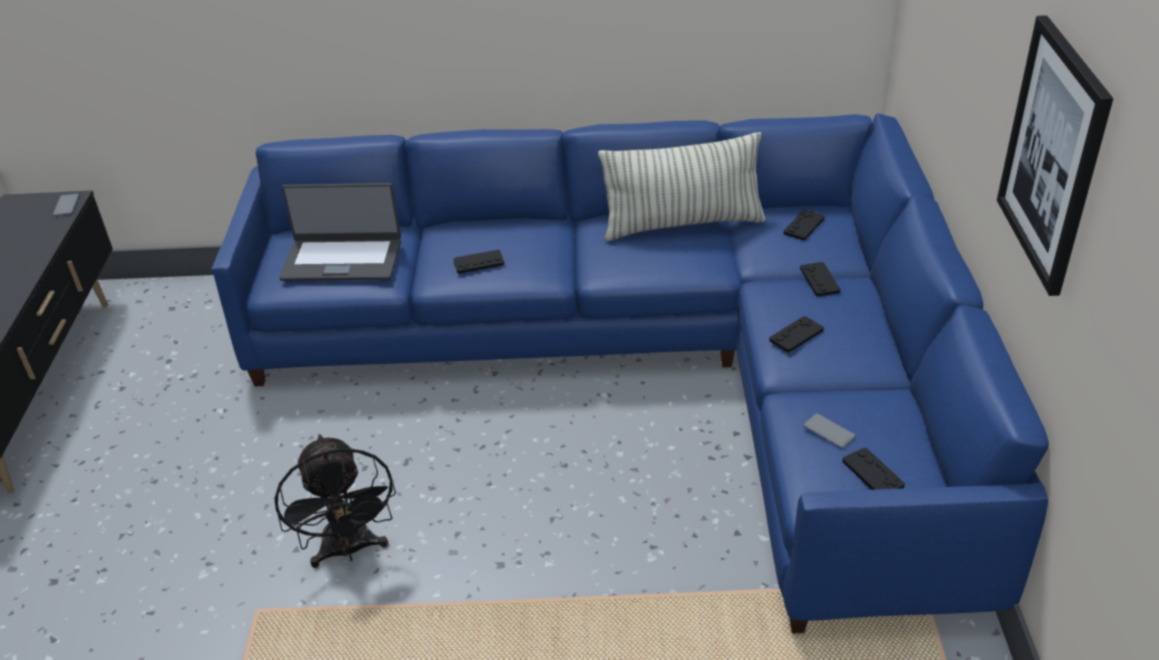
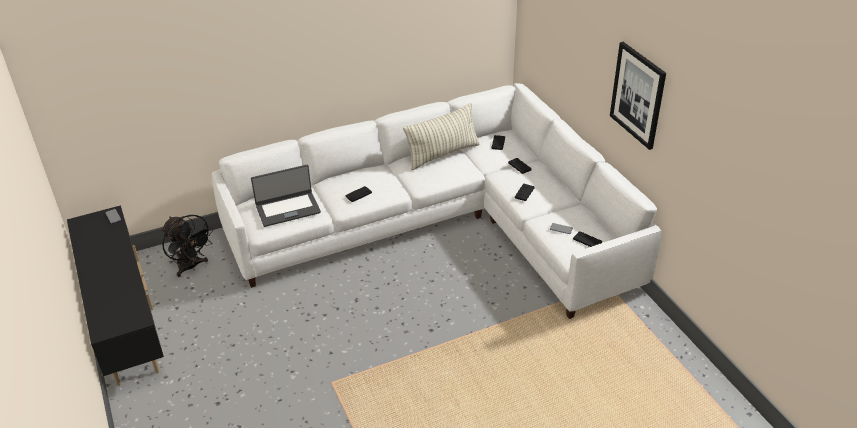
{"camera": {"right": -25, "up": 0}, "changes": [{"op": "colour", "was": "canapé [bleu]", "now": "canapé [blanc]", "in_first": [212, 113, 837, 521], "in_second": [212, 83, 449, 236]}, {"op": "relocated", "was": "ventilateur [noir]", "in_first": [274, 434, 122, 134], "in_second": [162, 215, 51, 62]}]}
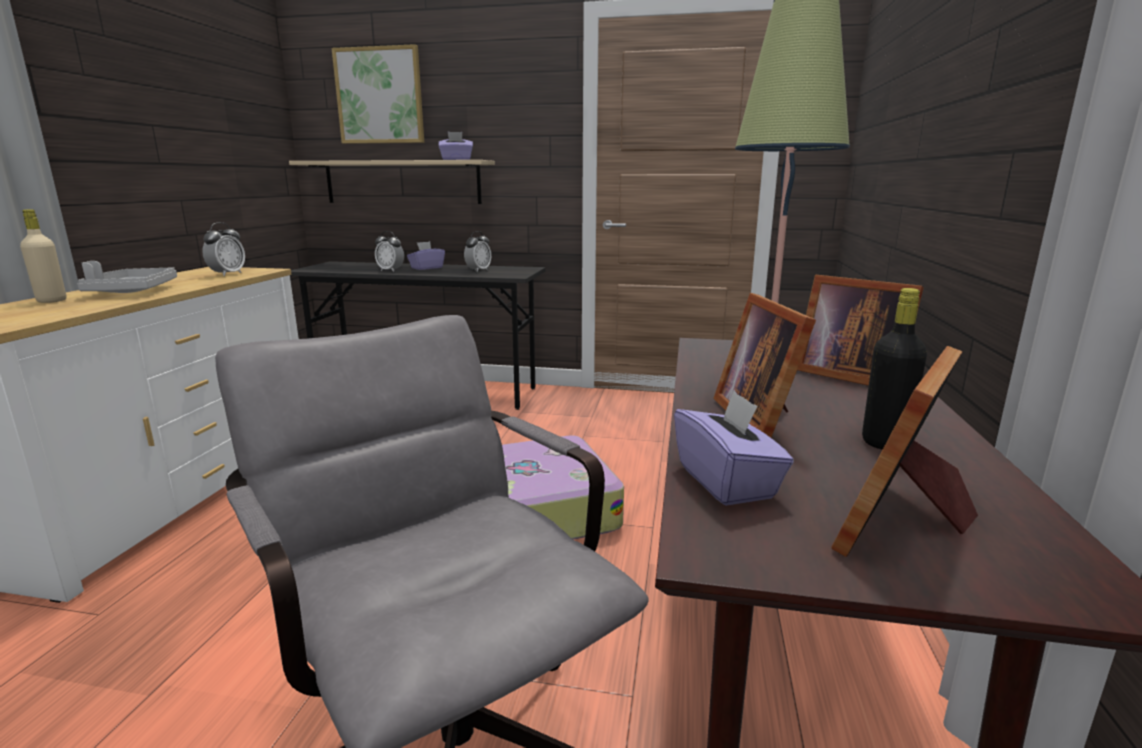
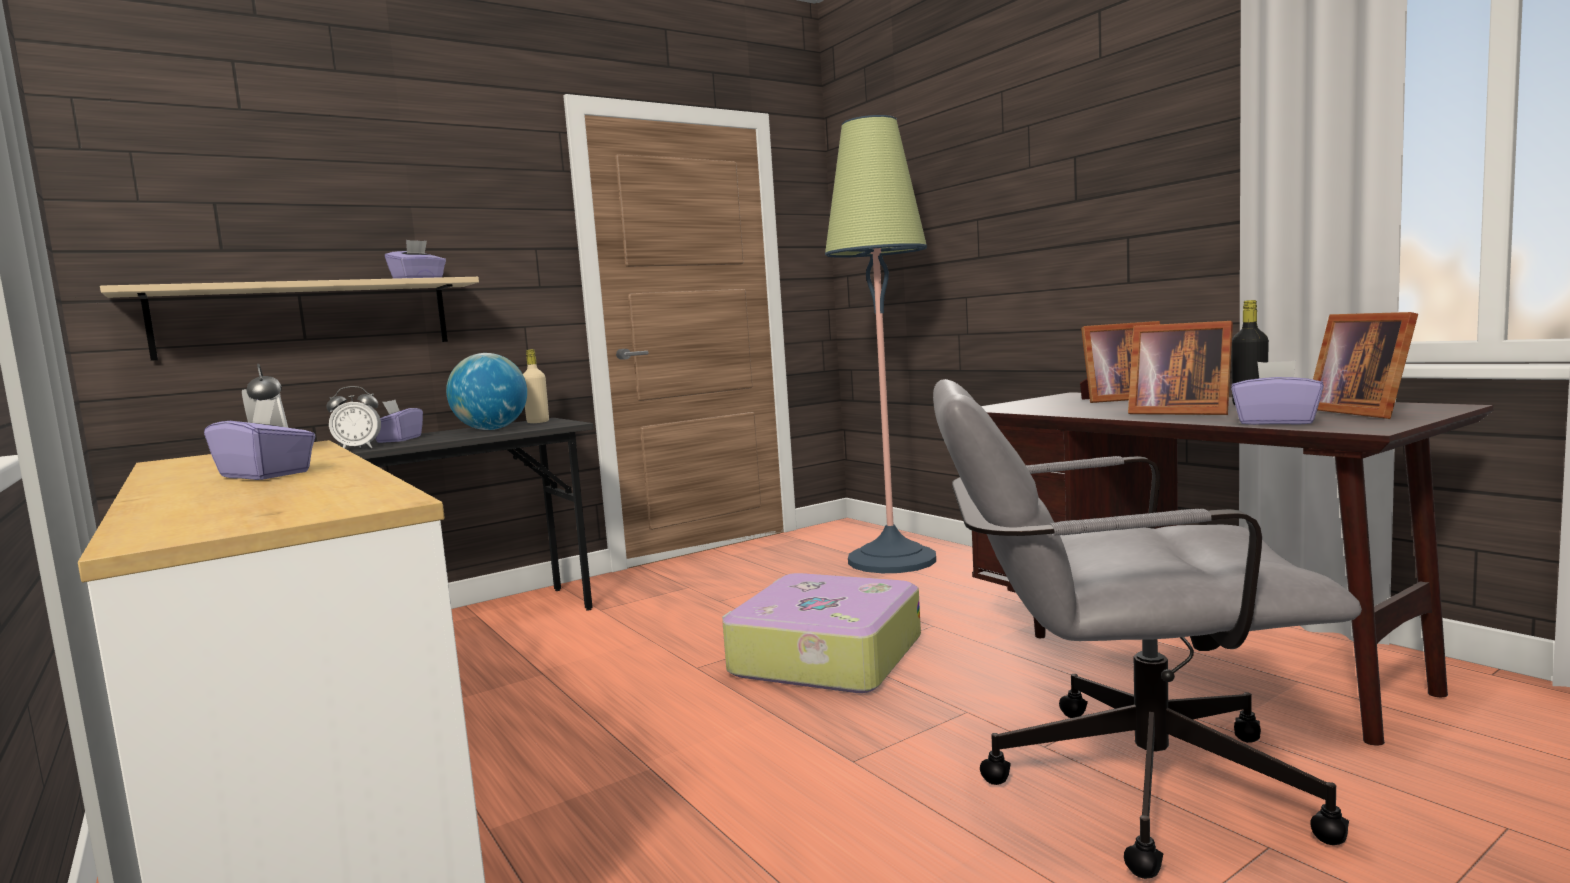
{"camera": {"right": -45, "up": -10}, "changes": [{"op": "missing", "was": "tableau", "in_first": [332, 44, 92, 100]}, {"op": "relocated", "was": "bouteille [beige]", "in_first": [20, 209, 46, 94], "in_second": [523, 349, 26, 74]}, {"op": "exchanged", "was": "réveil", "now": "globe", "in_first": [464, 231, 27, 41], "in_second": [446, 353, 81, 77]}, {"op": "exchanged", "was": "plateau [gris]", "now": "boîte à mouchoirs [violet]", "in_first": [77, 261, 100, 32], "in_second": [204, 399, 111, 81]}]}
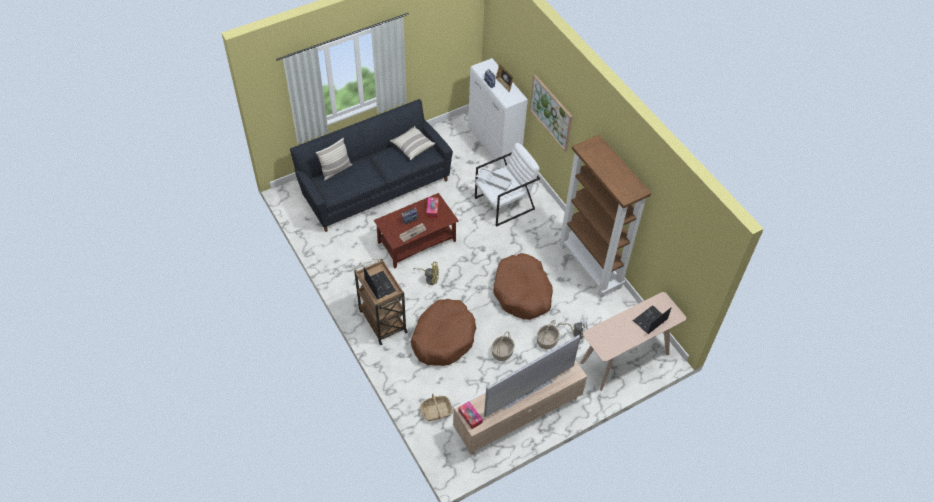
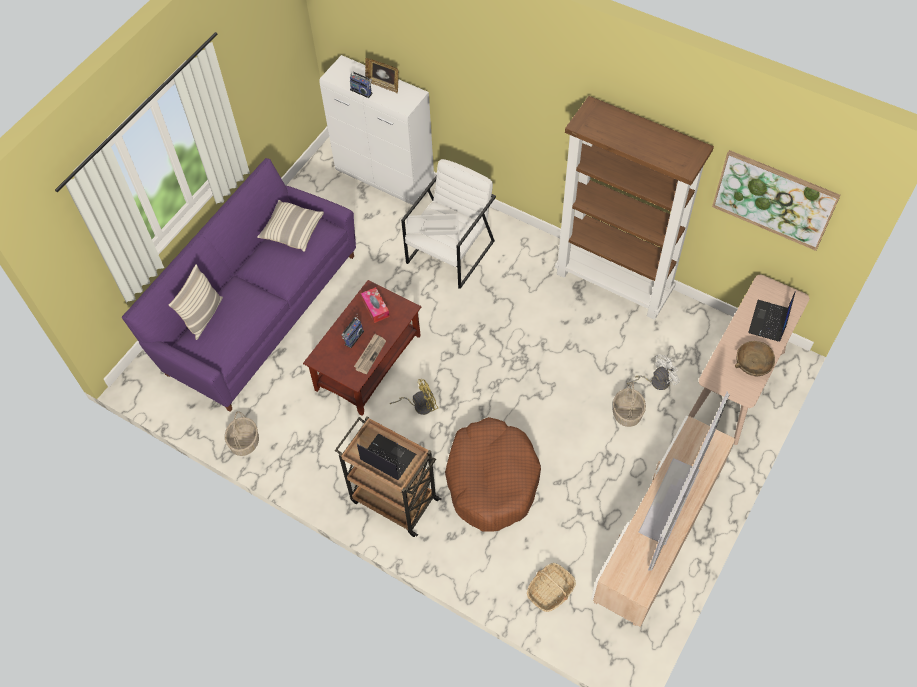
{"camera": {"right": -25, "up": 5}, "changes": [{"op": "relocated", "was": "tableau", "in_first": [529, 74, 44, 78], "in_second": [712, 150, 129, 101]}, {"op": "colour", "was": "canapé [noir]", "now": "canapé [violet]", "in_first": [290, 99, 163, 133], "in_second": [122, 158, 234, 254]}, {"op": "missing", "was": "panier pour chien [marron]", "in_first": [493, 253, 60, 67]}, {"op": "relocated", "was": "panier", "in_first": [492, 331, 23, 30], "in_second": [225, 411, 34, 45]}, {"op": "missing", "was": "boîte à mouchoirs", "in_first": [459, 401, 24, 28]}, {"op": "appeared", "now": "bol [marron]", "in_second": [735, 341, 40, 35]}]}
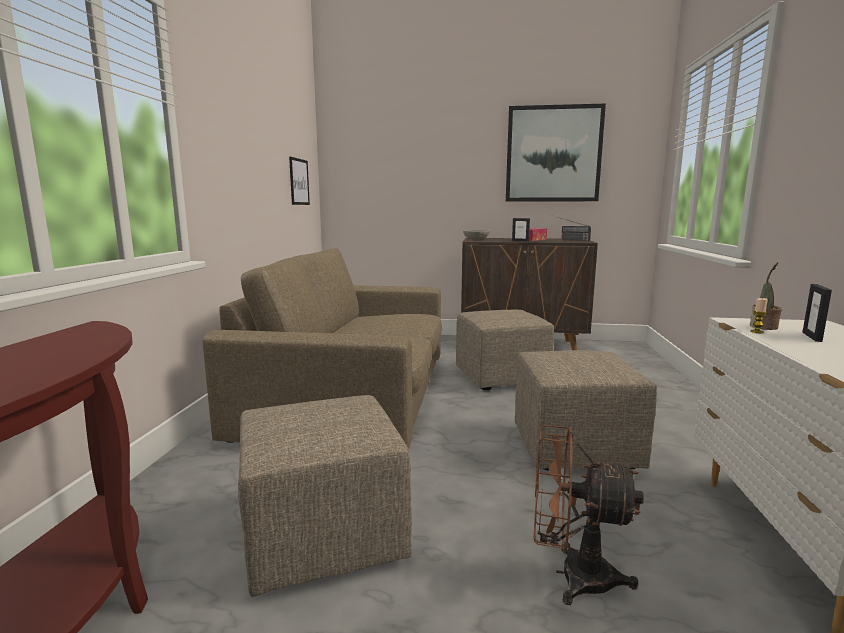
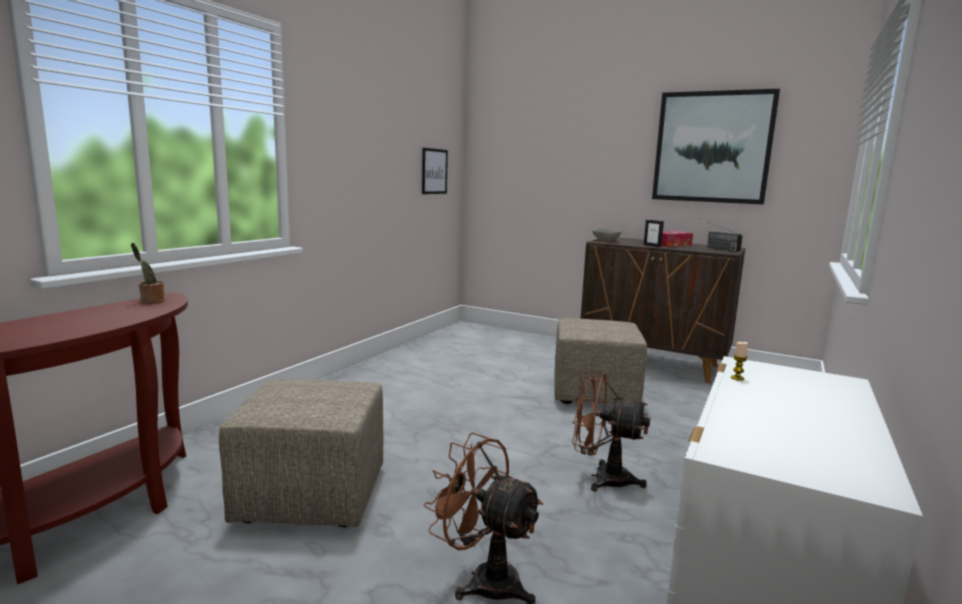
{"camera": {"right": 20, "up": 0}, "changes": [{"op": "missing", "was": "canapé [marron]", "in_first": [202, 248, 240, 201]}, {"op": "relocated", "was": "plante en pot", "in_first": [750, 262, 32, 68], "in_second": [131, 243, 34, 61]}, {"op": "missing", "was": "cadre photo", "in_first": [802, 284, 30, 58]}, {"op": "exchanged", "was": "pouf [beige]", "now": "ventilateur [marron]", "in_first": [515, 350, 142, 121], "in_second": [572, 371, 78, 121]}]}
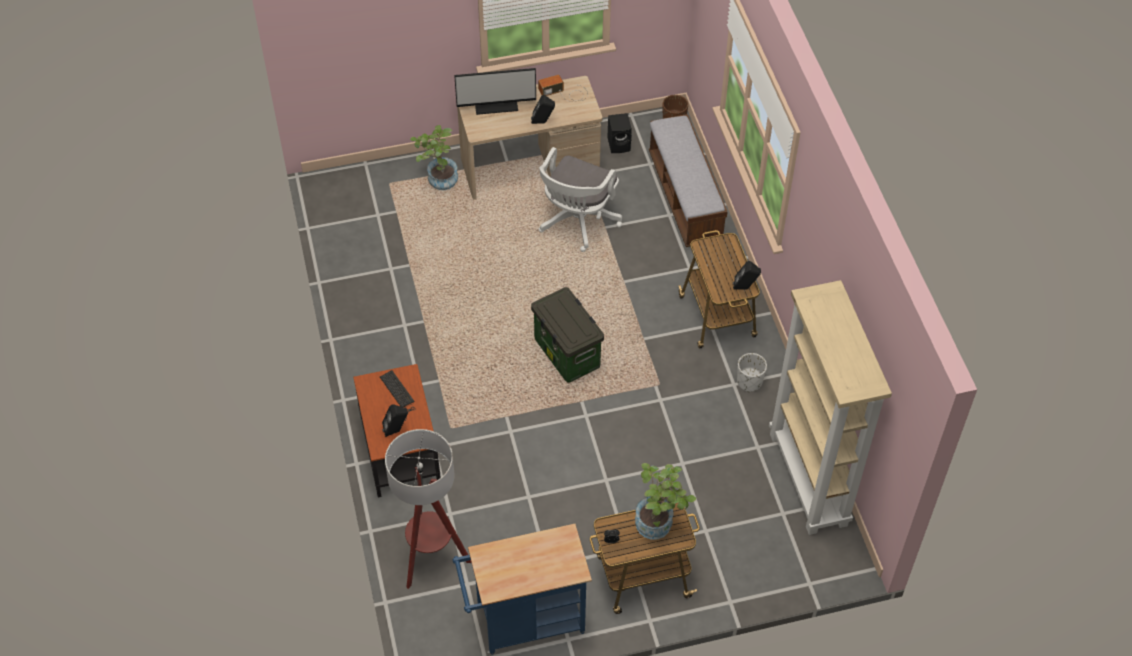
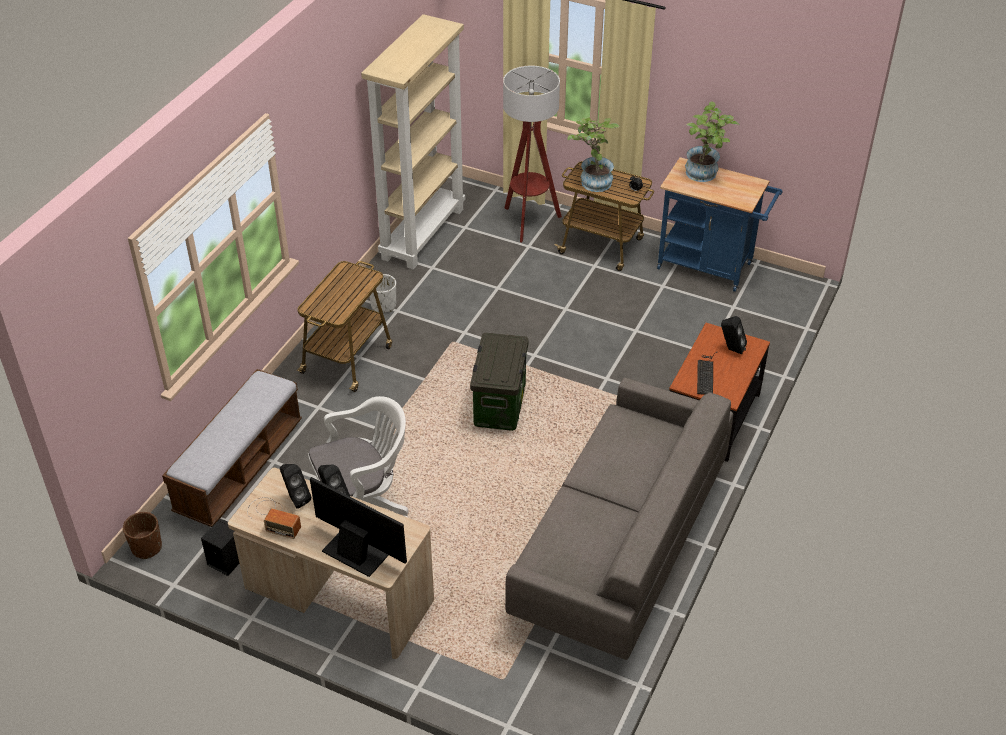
{"camera": {"right": -140, "up": -10}, "changes": [{"op": "relocated", "was": "plante en pot", "in_first": [410, 125, 48, 65], "in_second": [685, 101, 54, 81]}, {"op": "relocated", "was": "enceinte [noir]", "in_first": [733, 261, 28, 28], "in_second": [280, 464, 31, 45]}, {"op": "relocated", "was": "lampadaire", "in_first": [385, 429, 87, 160], "in_second": [503, 66, 59, 176]}, {"op": "appeared", "now": "canapé [gris]", "in_second": [505, 377, 228, 283]}]}
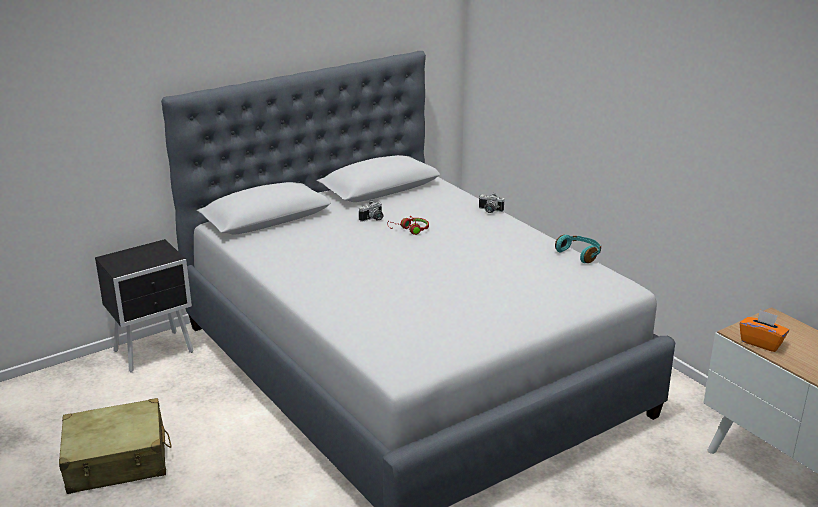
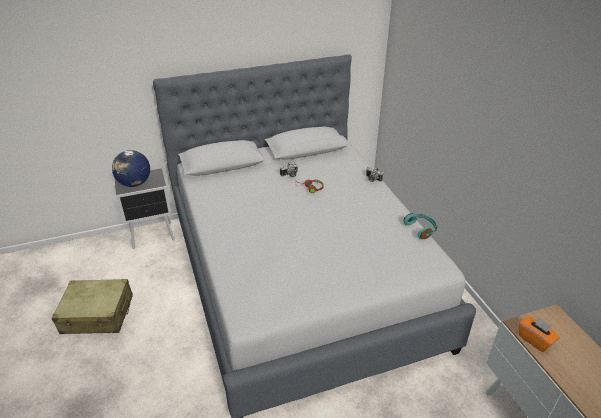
{"camera": {"right": 15, "up": 10}, "changes": [{"op": "appeared", "now": "globe", "in_second": [112, 150, 38, 37]}]}
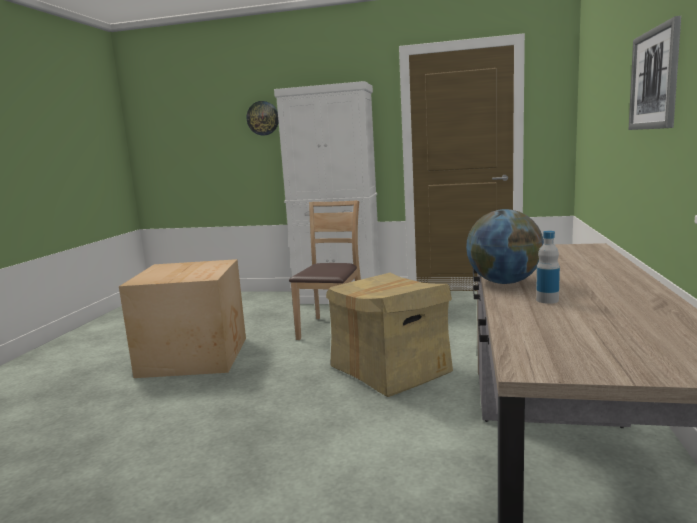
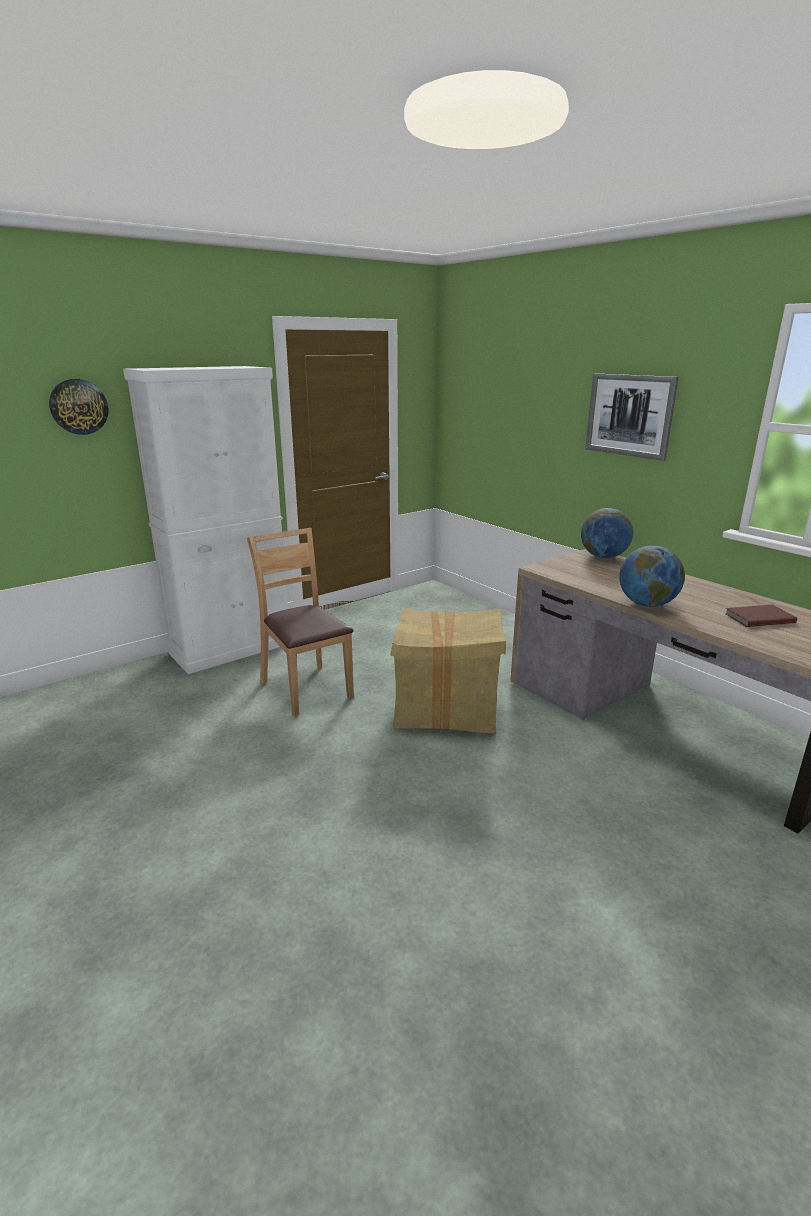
{"camera": {"right": -50, "up": 10}, "changes": [{"op": "missing", "was": "bouteille", "in_first": [536, 231, 24, 73]}, {"op": "missing", "was": "carton", "in_first": [119, 259, 127, 119]}, {"op": "appeared", "now": "globe", "in_second": [581, 508, 52, 50]}, {"op": "appeared", "now": "livre [marron]", "in_second": [726, 604, 71, 23]}]}
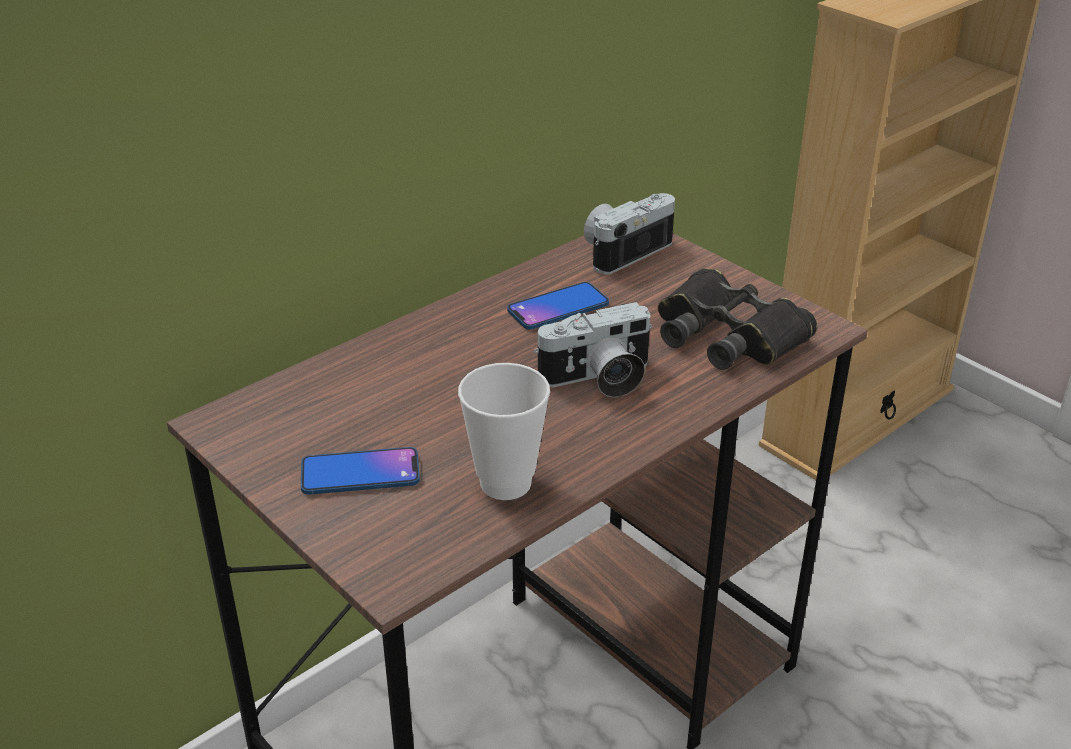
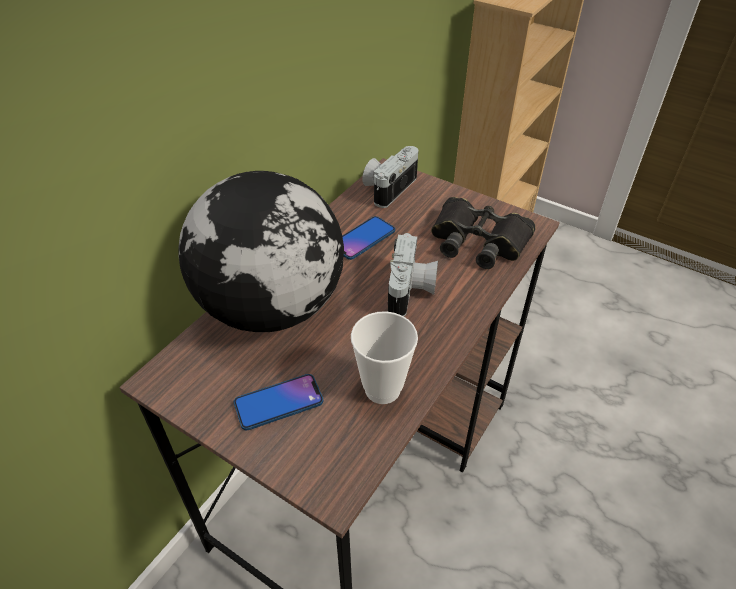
{"camera": {"right": -15, "up": 10}, "changes": [{"op": "spun", "was": "appareil photo", "in_first": [534, 302, 118, 96], "in_second": [388, 233, 50, 83], "clockwise": -45}, {"op": "appeared", "now": "globe", "in_second": [178, 171, 166, 161]}]}
